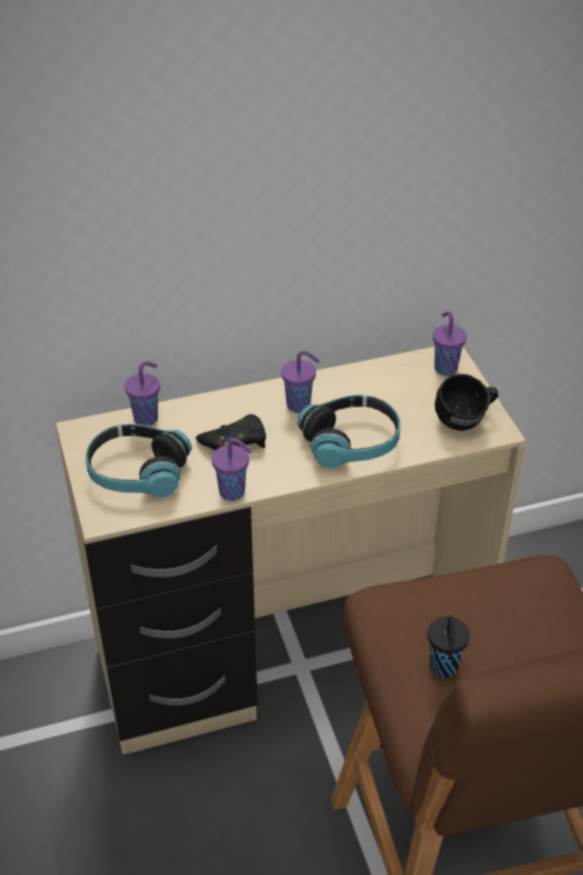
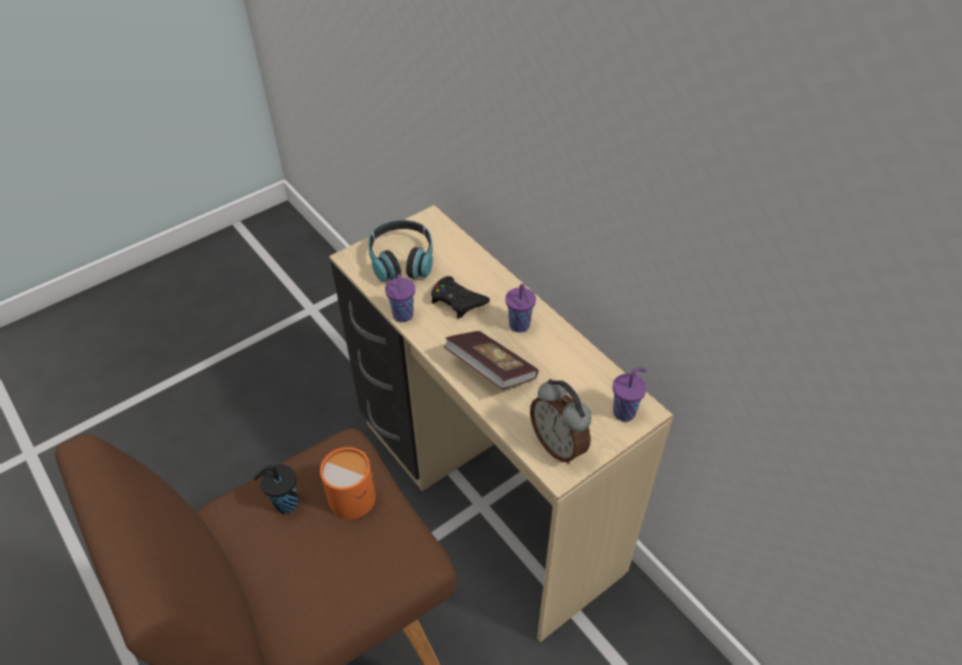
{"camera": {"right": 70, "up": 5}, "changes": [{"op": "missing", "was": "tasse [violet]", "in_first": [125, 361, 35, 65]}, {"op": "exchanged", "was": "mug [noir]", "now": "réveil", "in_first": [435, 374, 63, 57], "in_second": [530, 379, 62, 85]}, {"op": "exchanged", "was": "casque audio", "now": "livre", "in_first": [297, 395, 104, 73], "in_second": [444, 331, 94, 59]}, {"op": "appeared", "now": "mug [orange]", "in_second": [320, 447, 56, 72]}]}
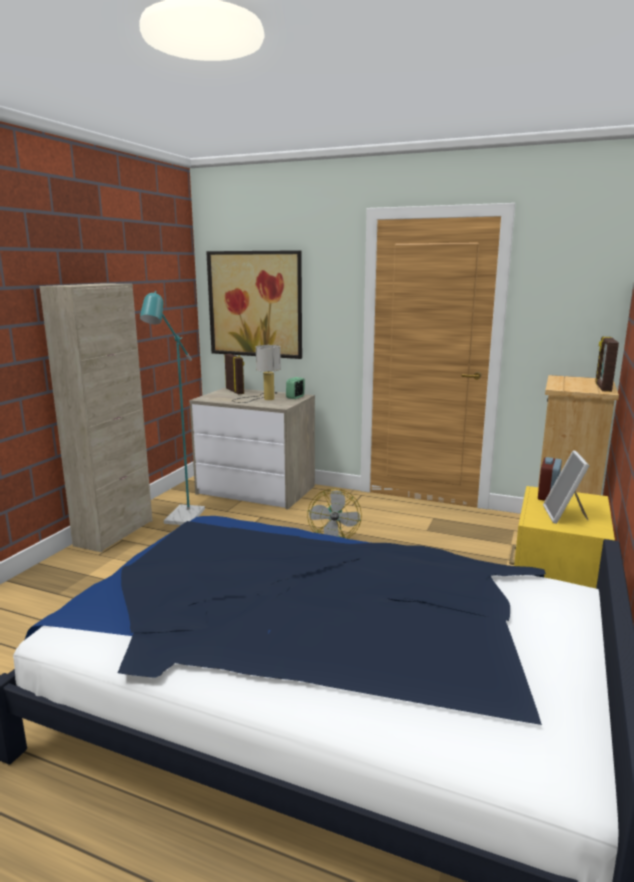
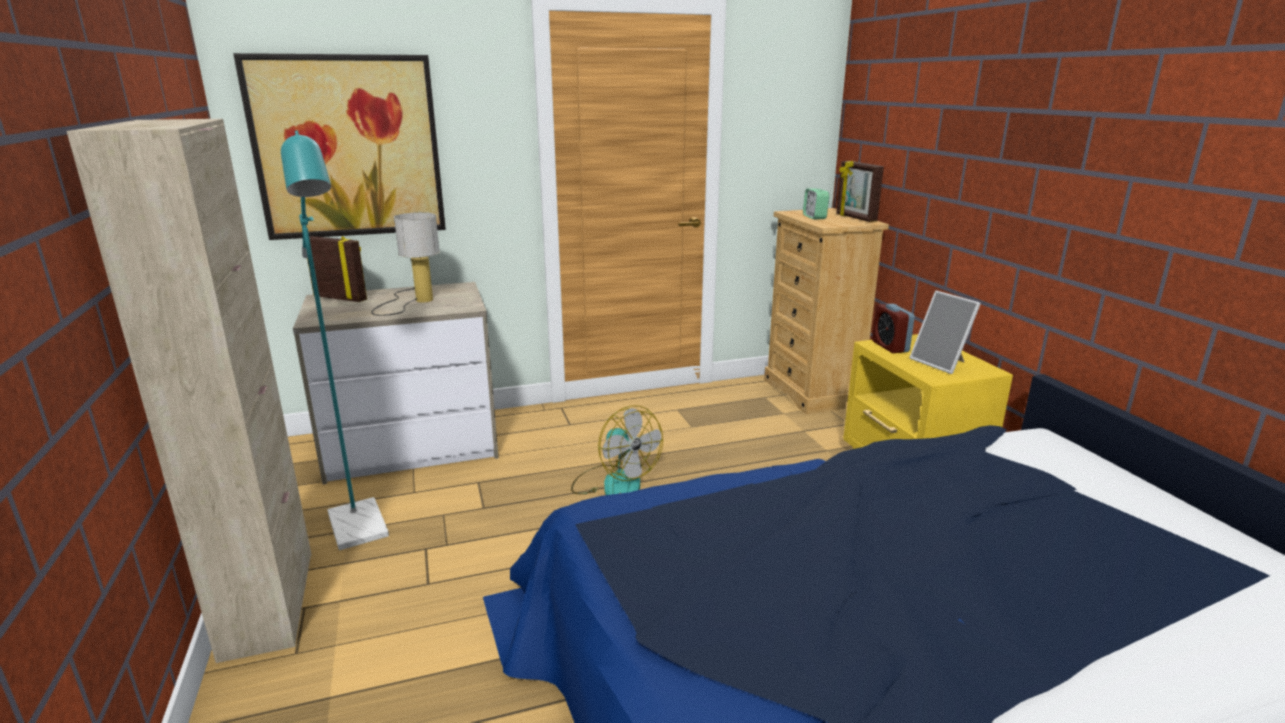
{"camera": {"right": -40, "up": 5}, "changes": [{"op": "relocated", "was": "réveil", "in_first": [286, 377, 19, 22], "in_second": [803, 188, 26, 32]}]}
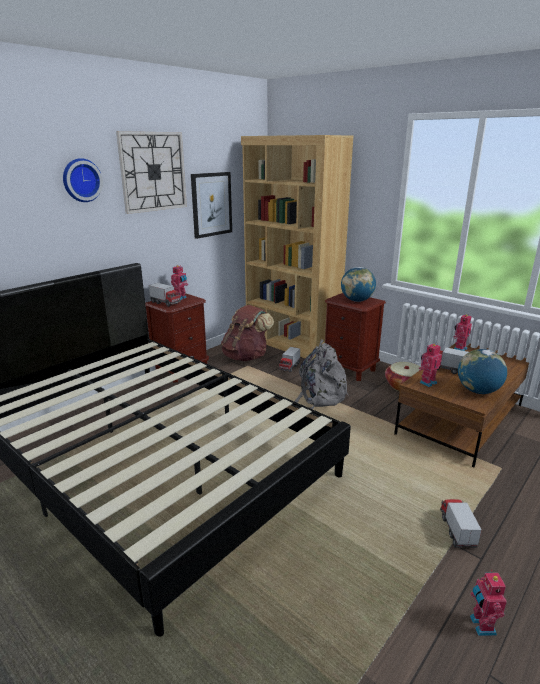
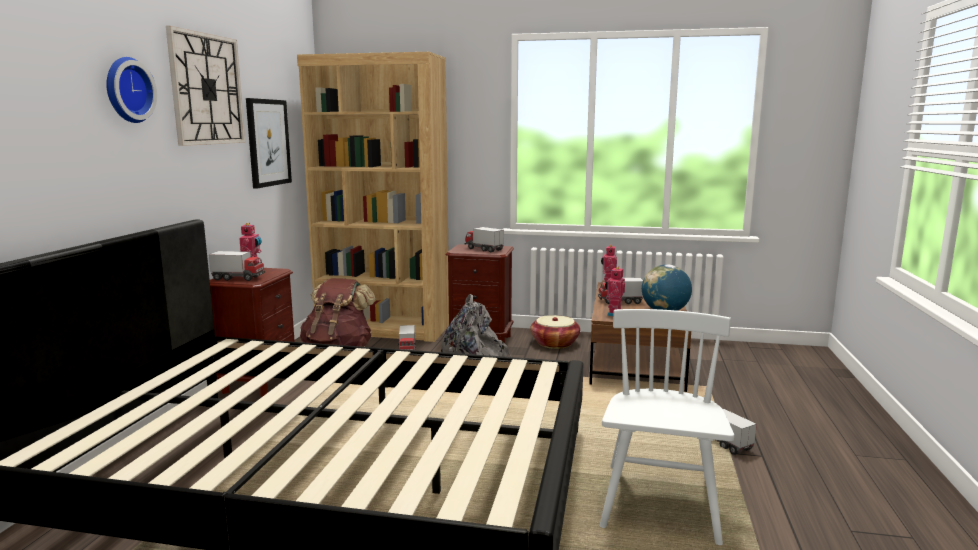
{"camera": {"right": -30, "up": -10}, "changes": [{"op": "exchanged", "was": "globe", "now": "camion jouet", "in_first": [341, 267, 35, 35], "in_second": [465, 227, 39, 25]}, {"op": "missing", "was": "robot jouet", "in_first": [470, 570, 37, 66]}, {"op": "appeared", "now": "chaise [blanc]", "in_second": [599, 309, 135, 236]}]}
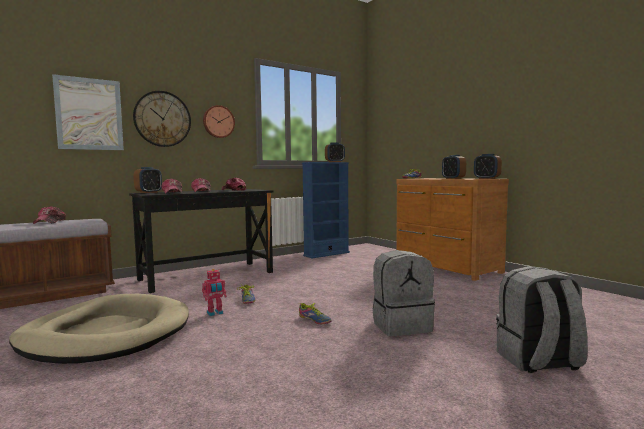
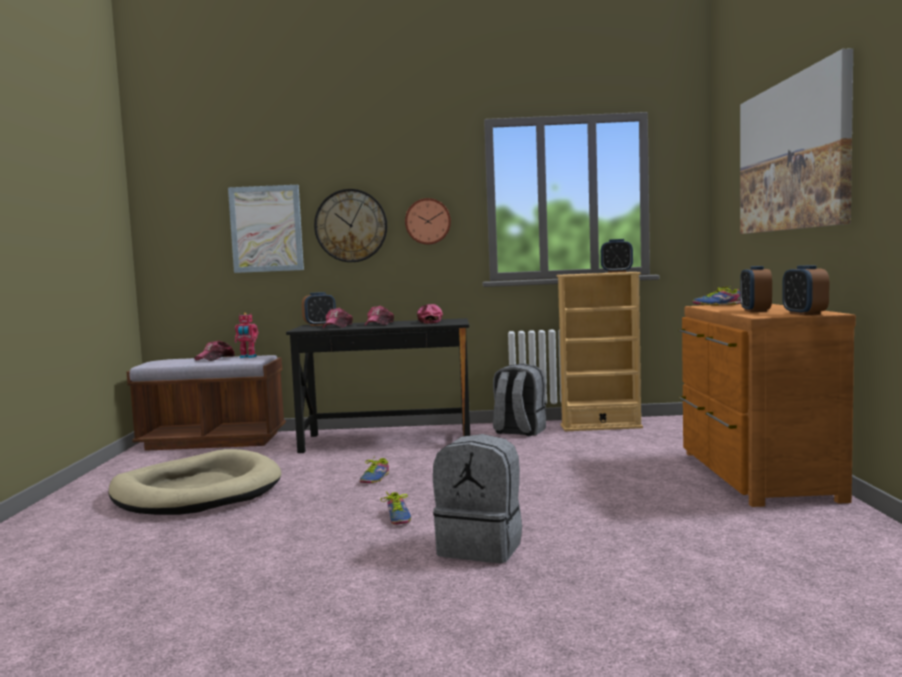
{"camera": {"right": 35, "up": 0}, "changes": [{"op": "colour", "was": "bibliothèque [bleu]", "now": "bibliothèque [beige]", "in_first": [302, 162, 48, 96], "in_second": [557, 272, 86, 159]}, {"op": "relocated", "was": "sac à dos [gris]", "in_first": [496, 266, 92, 107], "in_second": [493, 363, 53, 74]}, {"op": "relocated", "was": "robot jouet", "in_first": [202, 269, 25, 47], "in_second": [235, 313, 23, 45]}, {"op": "appeared", "now": "tableau", "in_second": [740, 48, 113, 186]}]}
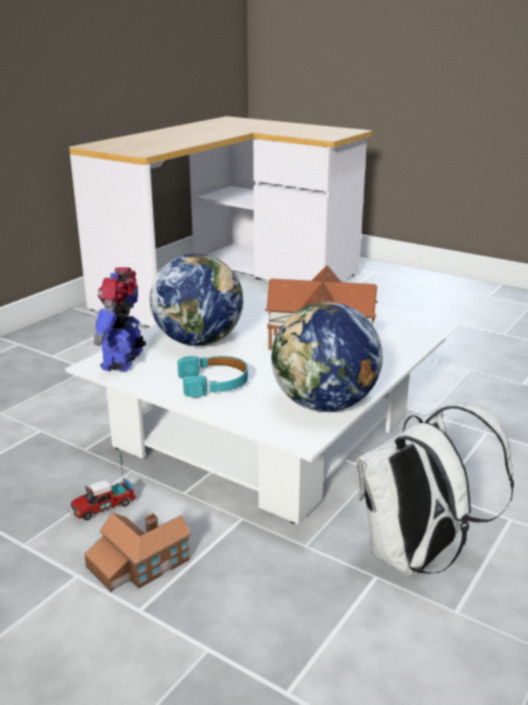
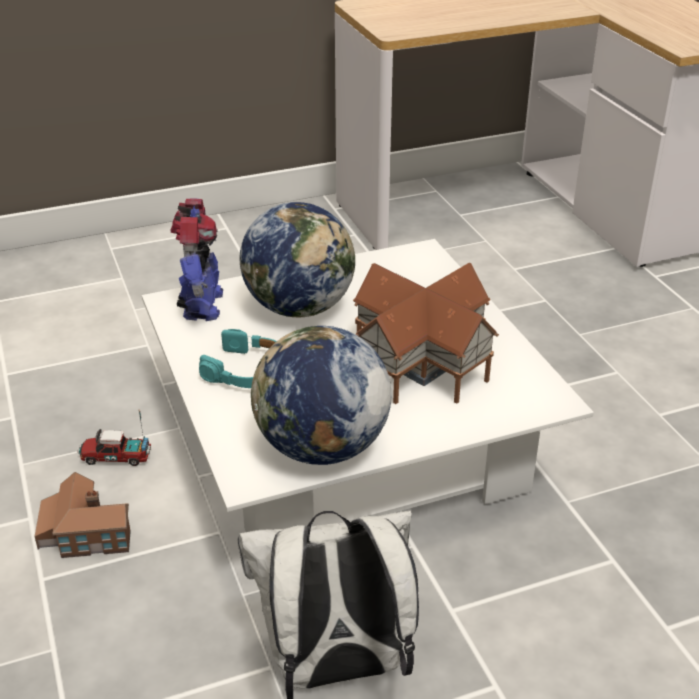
{"camera": {"right": 35, "up": 10}, "changes": [{"op": "spun", "was": "robot jouet", "in_first": [94, 267, 52, 104], "in_second": [171, 198, 52, 123], "clockwise": 135}]}
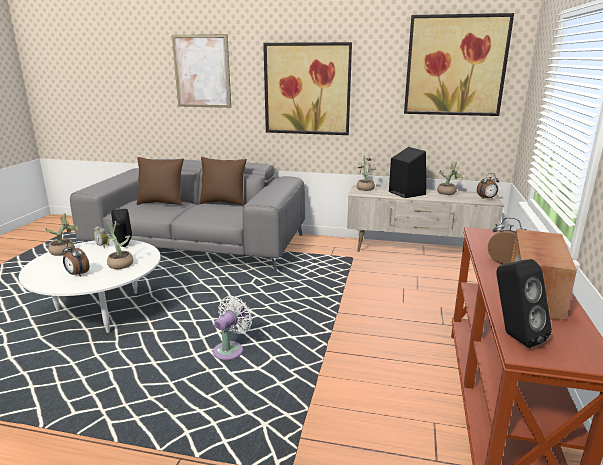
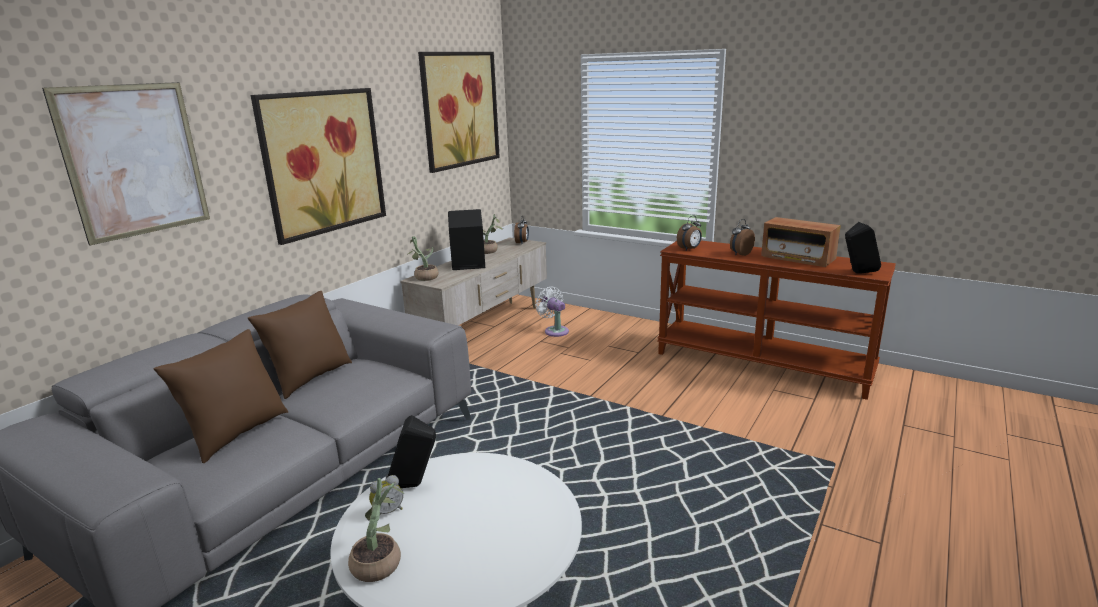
{"camera": {"right": -70, "up": 0}, "changes": [{"op": "missing", "was": "plante en pot", "in_first": [105, 221, 29, 48]}, {"op": "relocated", "was": "réveil", "in_first": [62, 242, 27, 35], "in_second": [677, 216, 25, 34]}, {"op": "relocated", "was": "ventilateur [blanc]", "in_first": [213, 296, 40, 64], "in_second": [535, 287, 34, 50]}]}
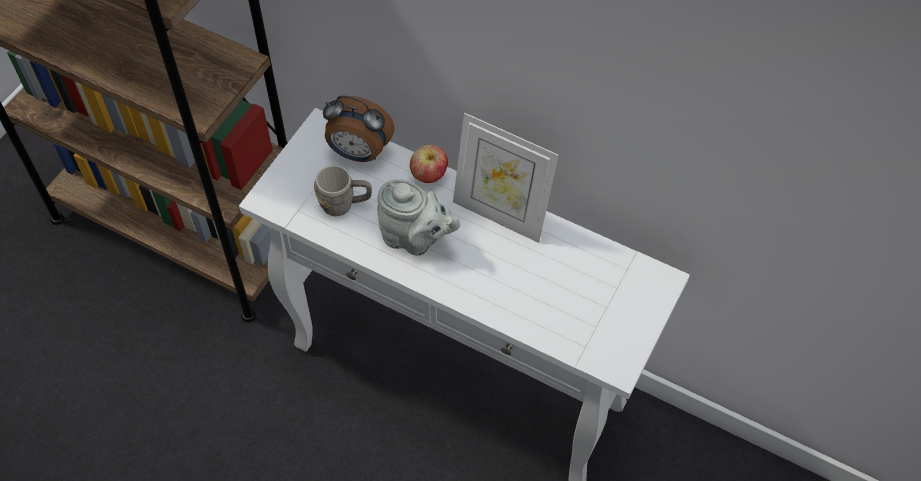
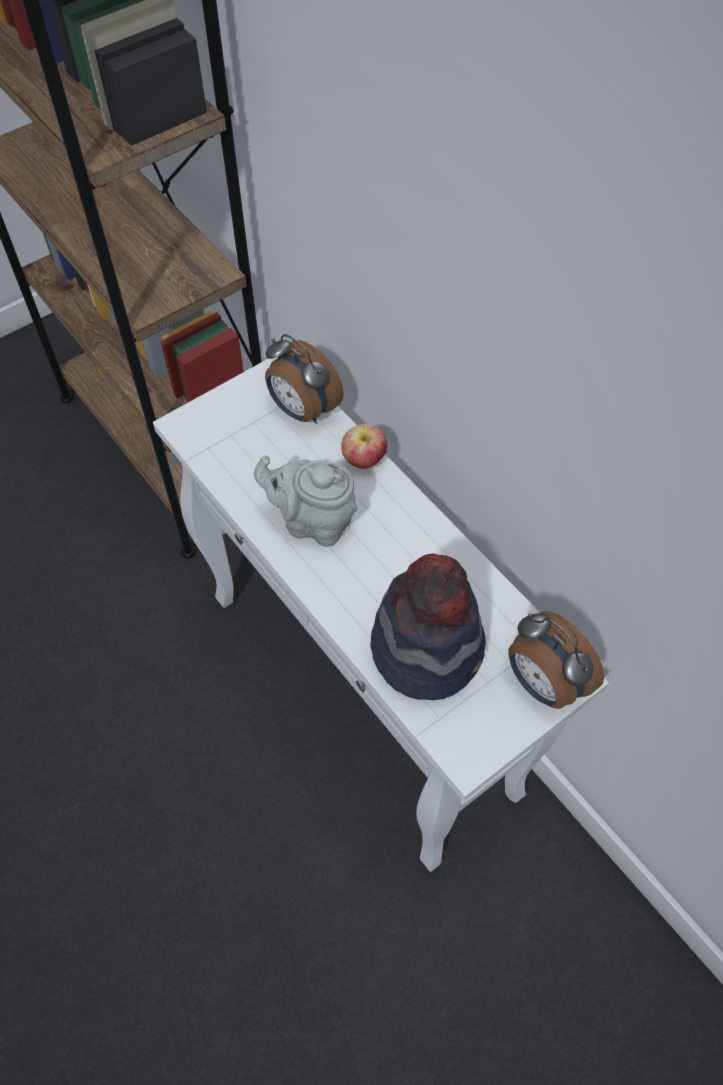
{"camera": {"right": 25, "up": 0}, "changes": [{"op": "missing", "was": "cadre photo", "in_first": [453, 113, 105, 130]}, {"op": "missing", "was": "mug [gris]", "in_first": [314, 165, 58, 51]}, {"op": "spun", "was": "théière [gris]", "in_first": [377, 180, 83, 76], "in_second": [254, 455, 103, 92], "clockwise": 150}, {"op": "appeared", "now": "chapeau", "in_second": [370, 553, 116, 147]}, {"op": "appeared", "now": "réveil", "in_second": [508, 611, 97, 98]}]}
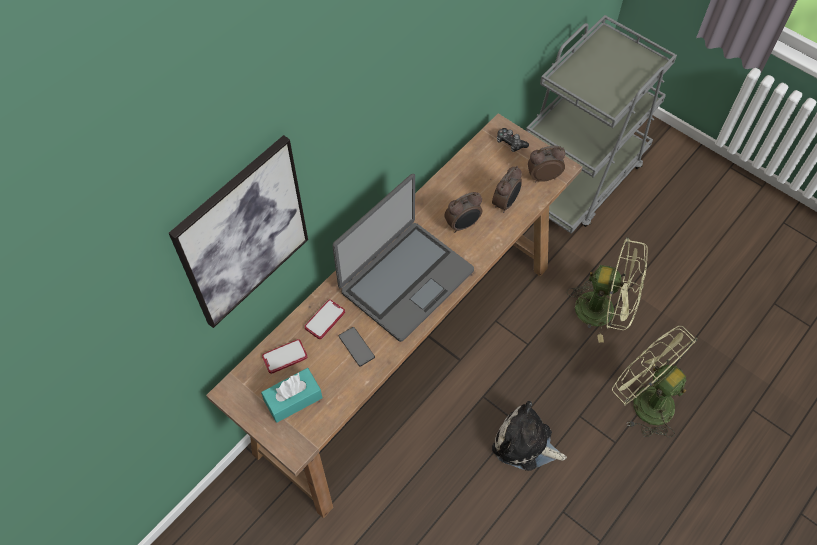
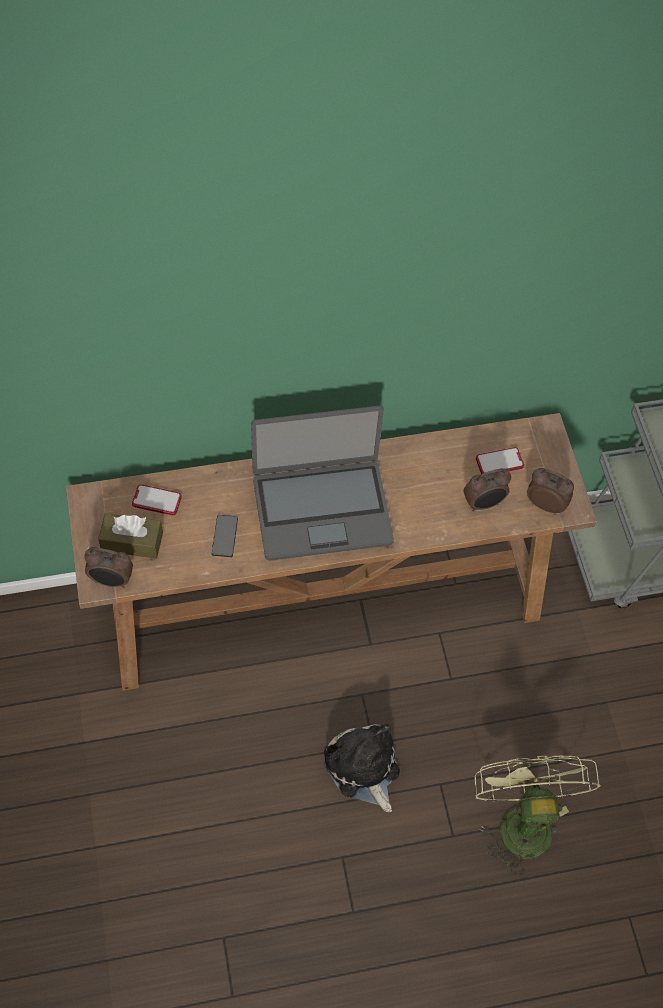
{"camera": {"right": 35, "up": 0}, "changes": [{"op": "missing", "was": "manette", "in_first": [497, 128, 32, 24]}, {"op": "missing", "was": "tableau", "in_first": [169, 135, 139, 193]}, {"op": "relocated", "was": "réveil", "in_first": [444, 192, 38, 41], "in_second": [85, 547, 48, 41]}, {"op": "missing", "was": "ventilateur [vert]", "in_first": [567, 237, 81, 106]}, {"op": "relocated", "was": "téléphone", "in_first": [304, 300, 41, 39], "in_second": [476, 447, 48, 27]}, {"op": "colour", "was": "boîte à mouchoirs [turquoise]", "now": "boîte à mouchoirs [marron]", "in_first": [261, 368, 61, 55], "in_second": [98, 513, 65, 46]}]}
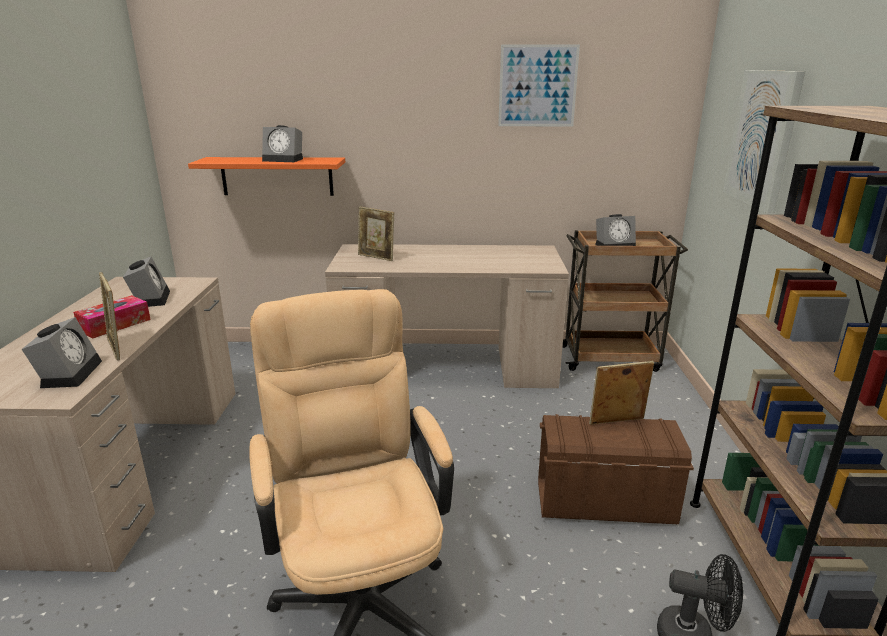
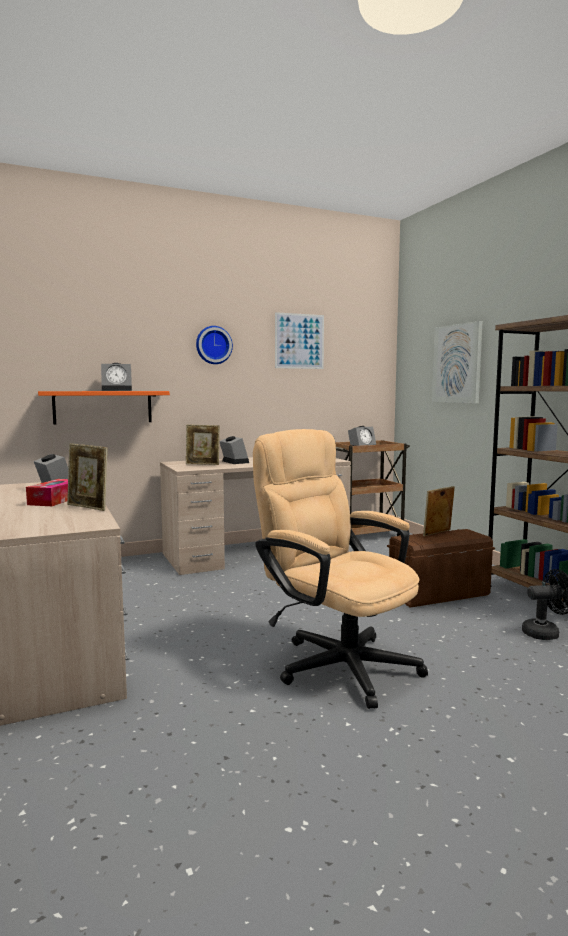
{"camera": {"right": -25, "up": -15}, "changes": [{"op": "relocated", "was": "réveil", "in_first": [22, 317, 80, 71], "in_second": [219, 436, 30, 28]}, {"op": "appeared", "now": "horloge murale", "in_second": [196, 326, 37, 38]}]}
